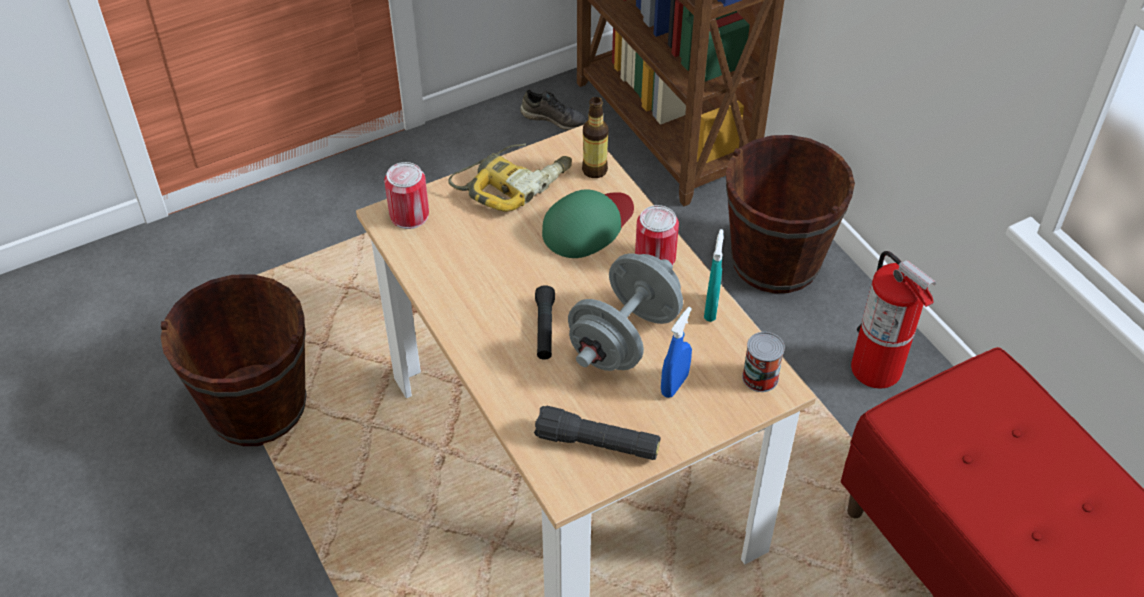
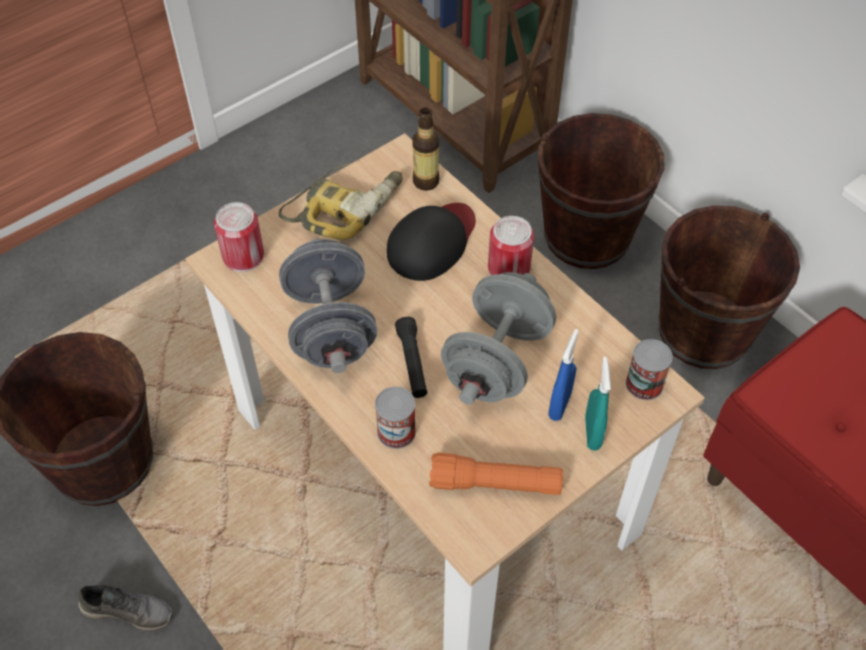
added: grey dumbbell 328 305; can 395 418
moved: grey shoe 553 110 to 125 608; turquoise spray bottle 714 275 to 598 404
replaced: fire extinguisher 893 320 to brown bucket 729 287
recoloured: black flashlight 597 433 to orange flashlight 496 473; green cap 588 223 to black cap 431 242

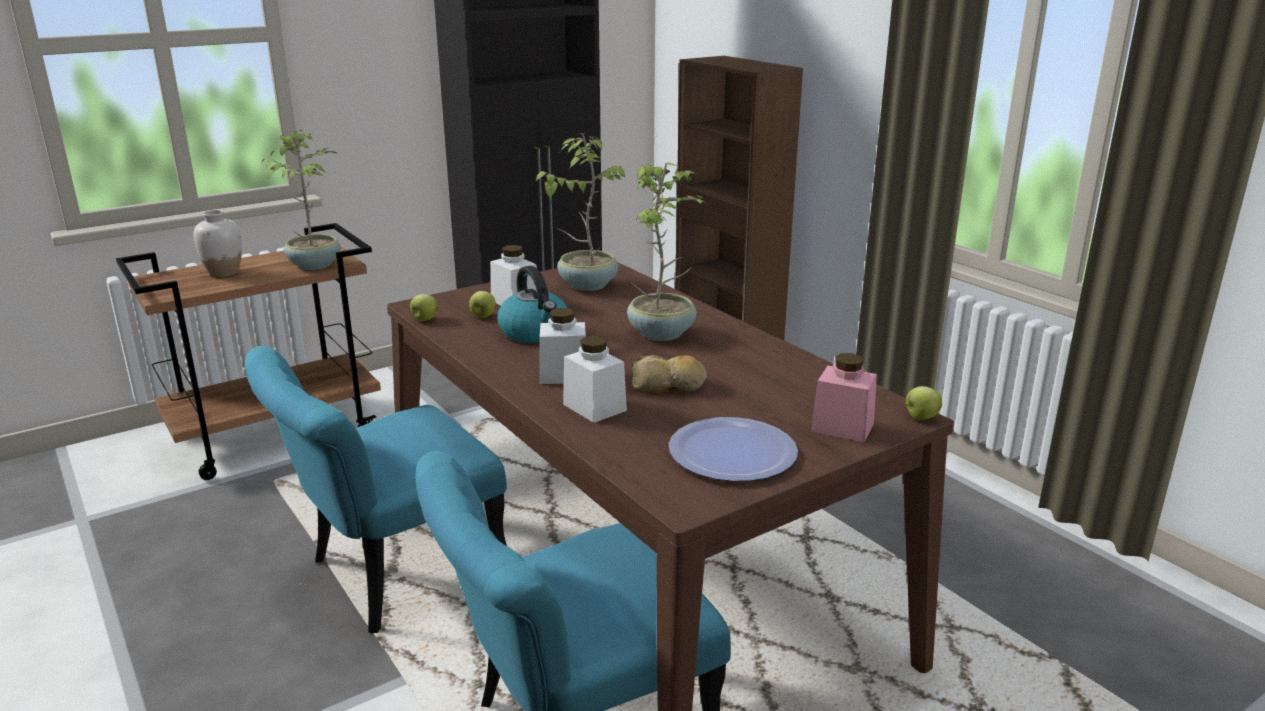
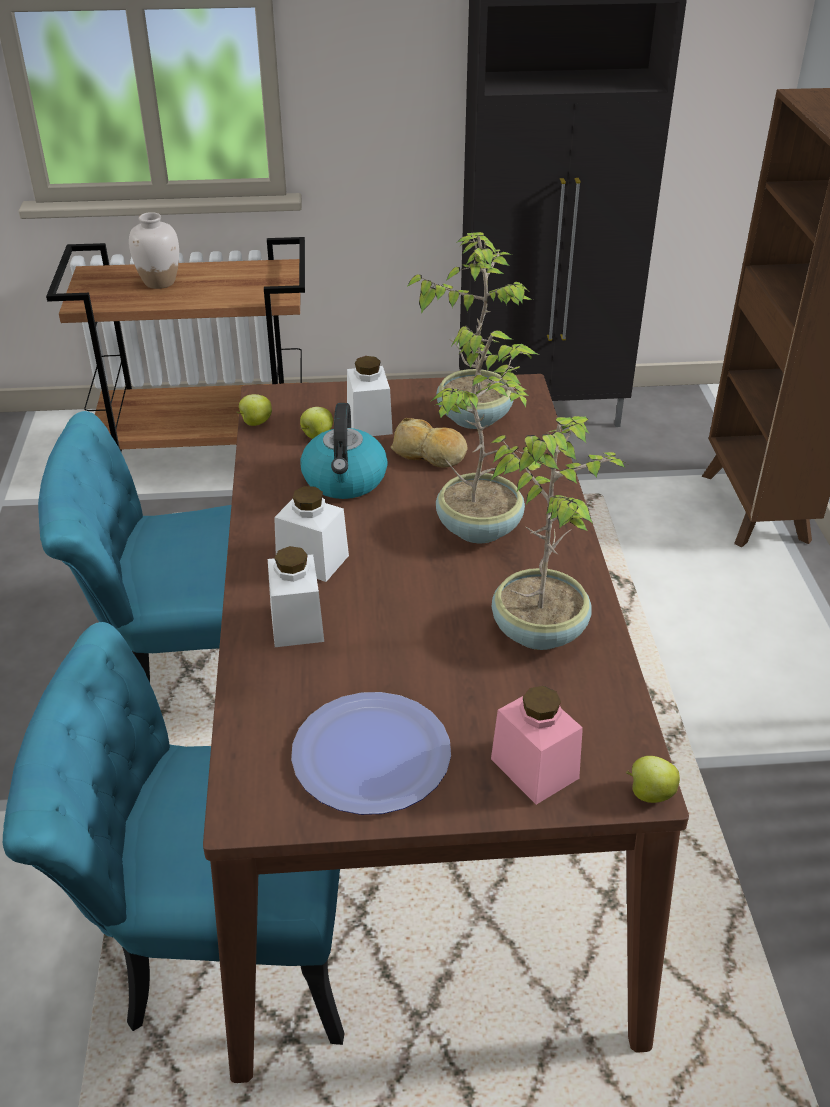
moved: potted plant 301 200 to 559 533; bread 669 374 to 429 443

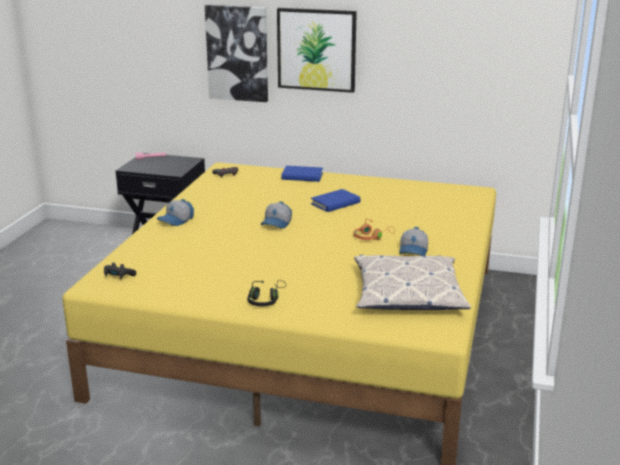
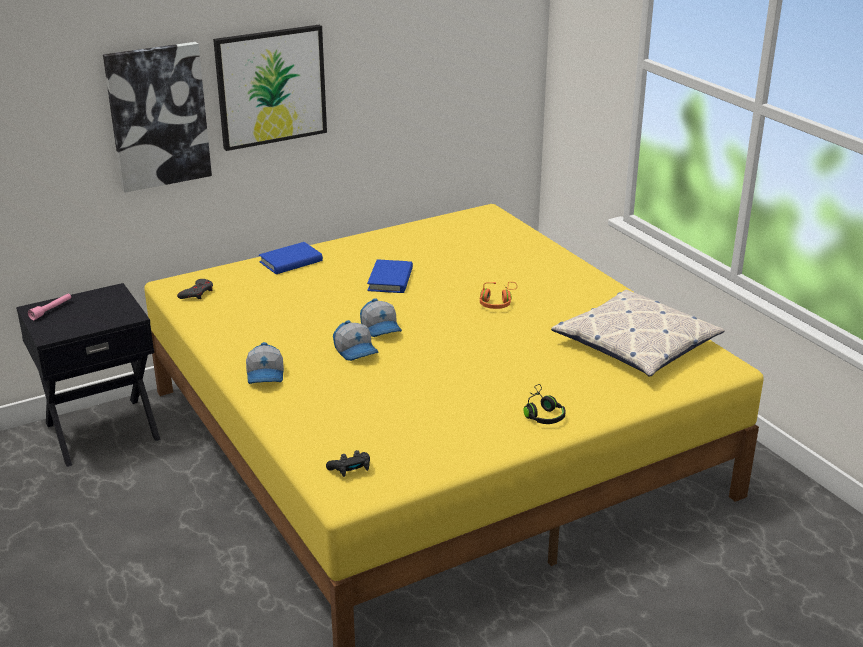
moved: cap 413 241 to 356 340

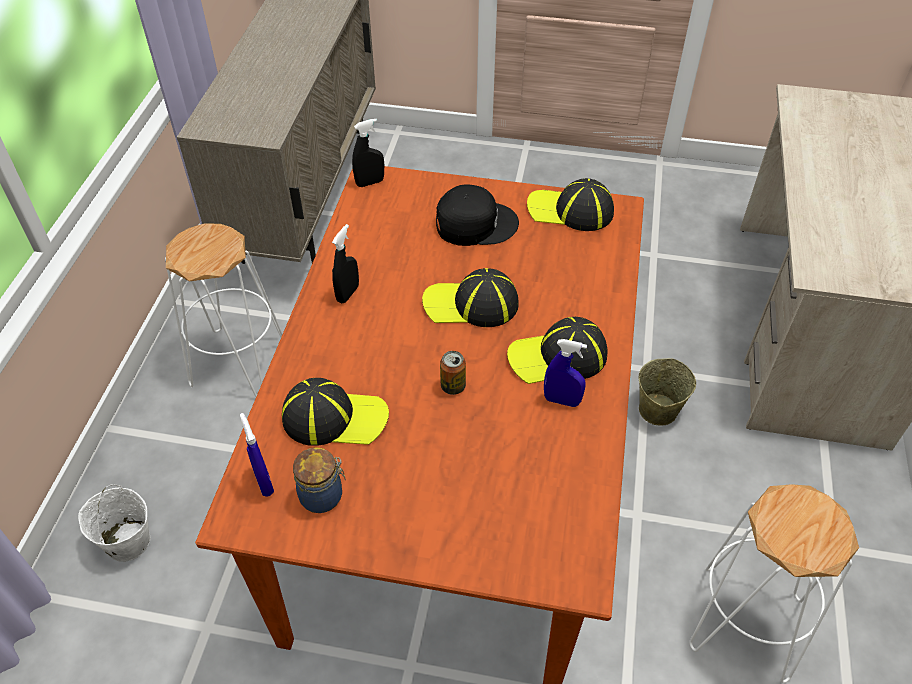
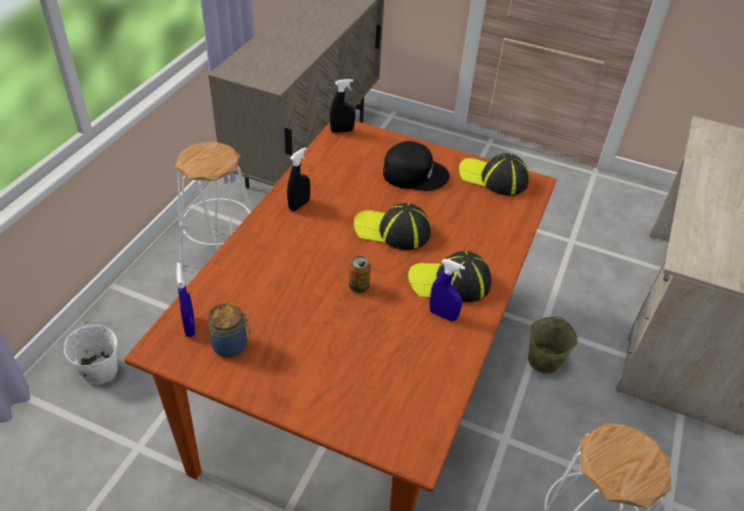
removed: cap 335 412

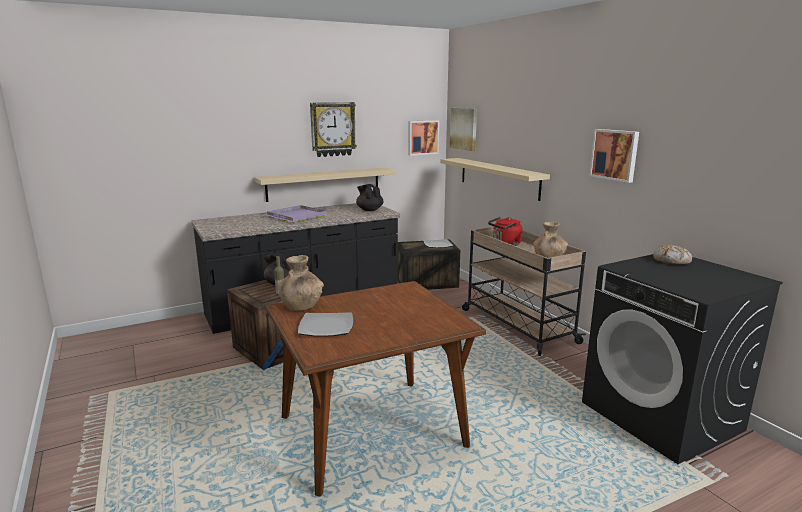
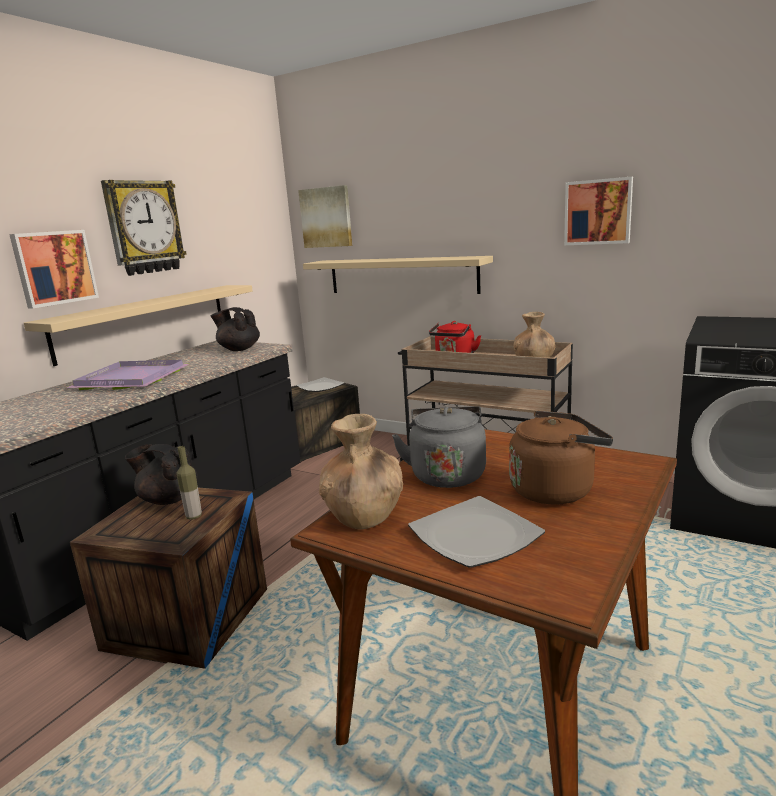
removed: bread 672 255
added: grey kettle 439 447; brown kettle 561 458
moved: picture 423 138 to 54 269

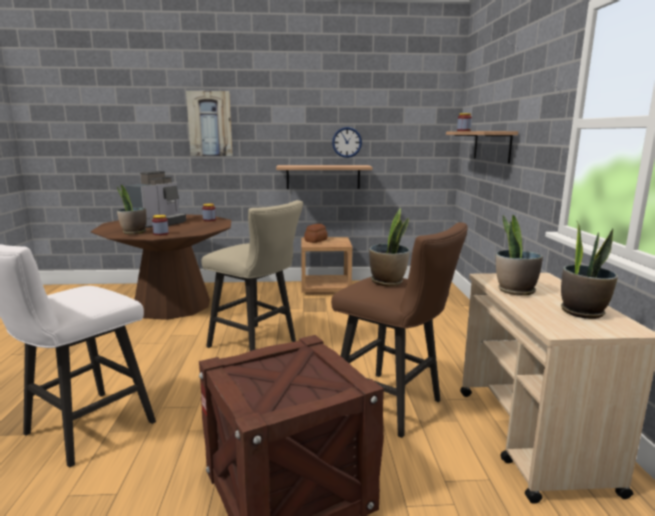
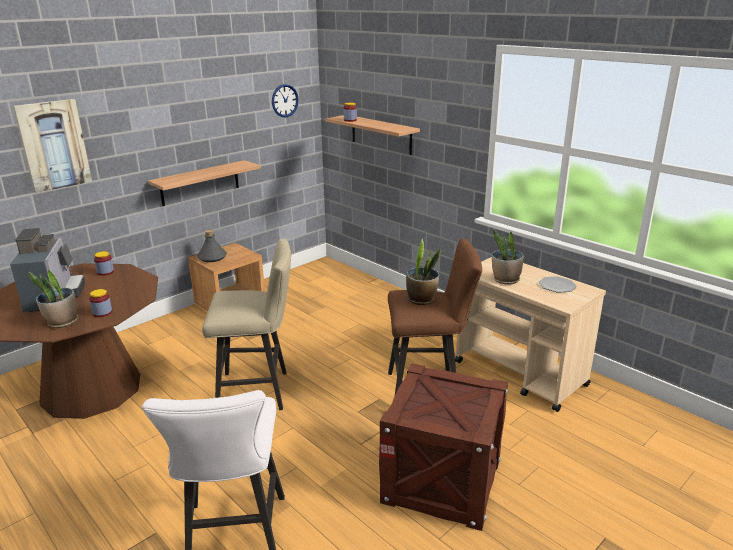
moved: wall clock 347 142 to 285 100
replaced: bread 316 233 to grey bottle 212 246; potted plant 589 270 to plate 558 284

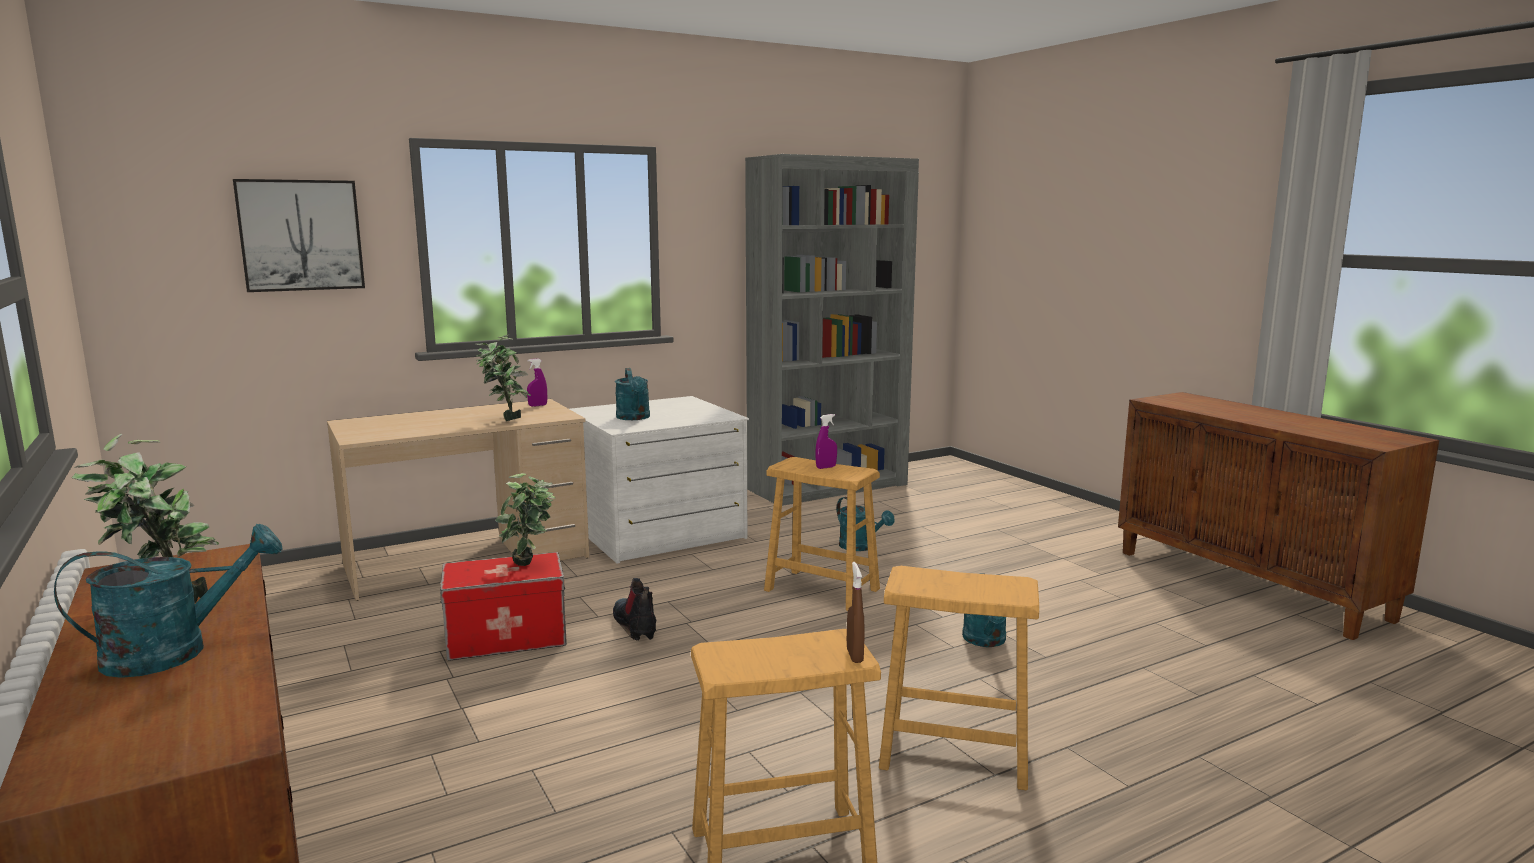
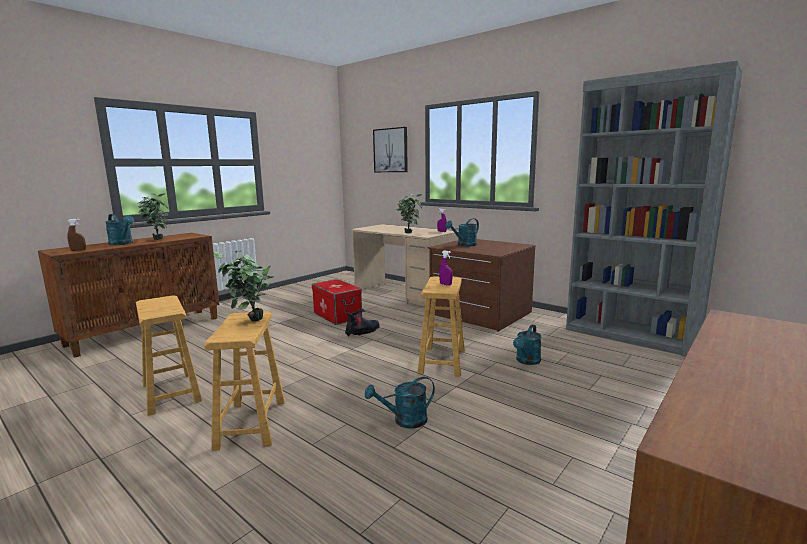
moved: potted plant 525 519 to 243 286; brown spray bottle 856 612 to 76 235
recoloured: white dresser 659 480 to brown dresser 482 285

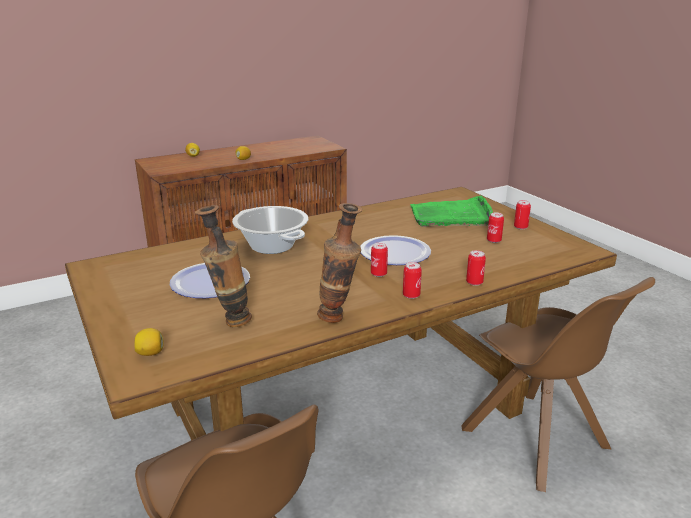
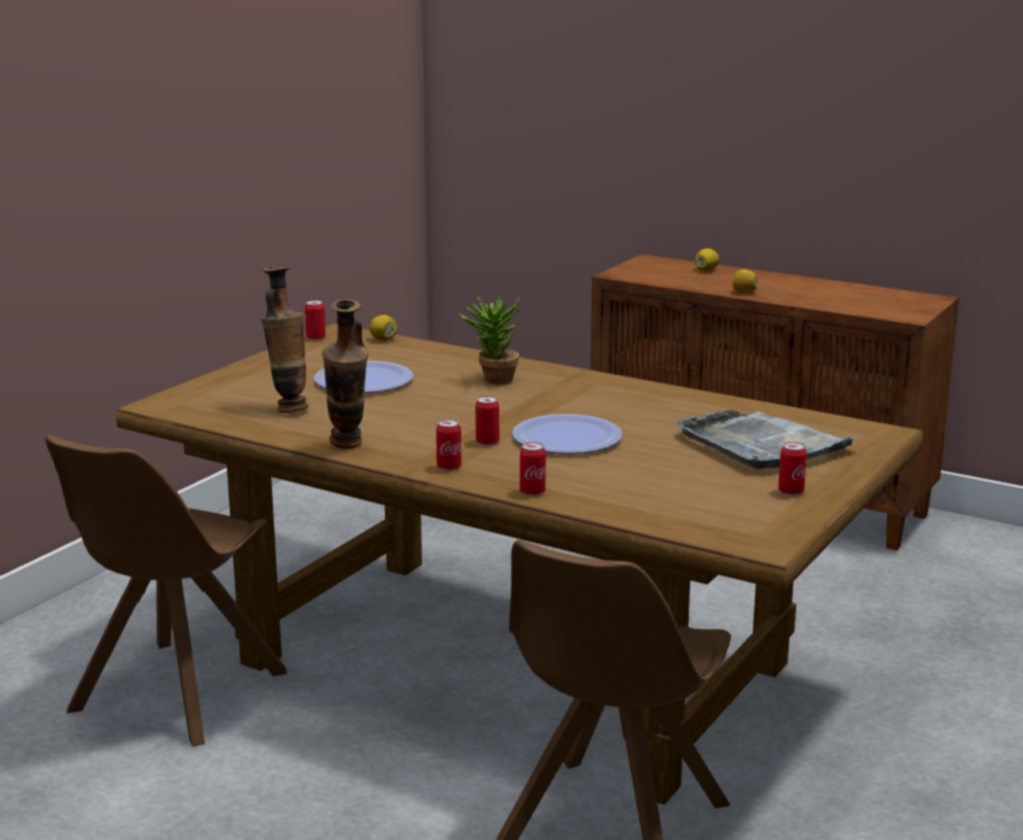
moved: lemon 149 342 to 383 327; can 495 227 to 315 320
replaced: cooking pot 270 230 to potted plant 490 339
recoloured: green tray 451 211 to grey tray 768 439

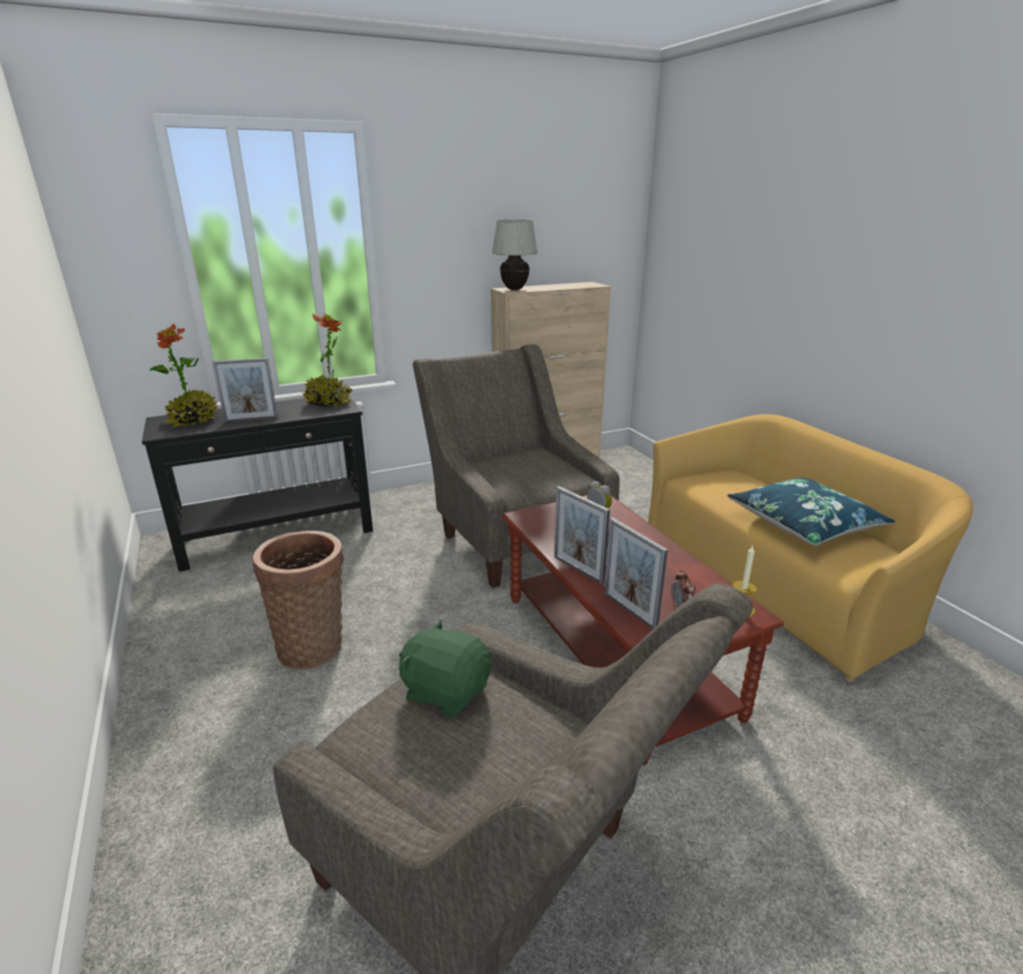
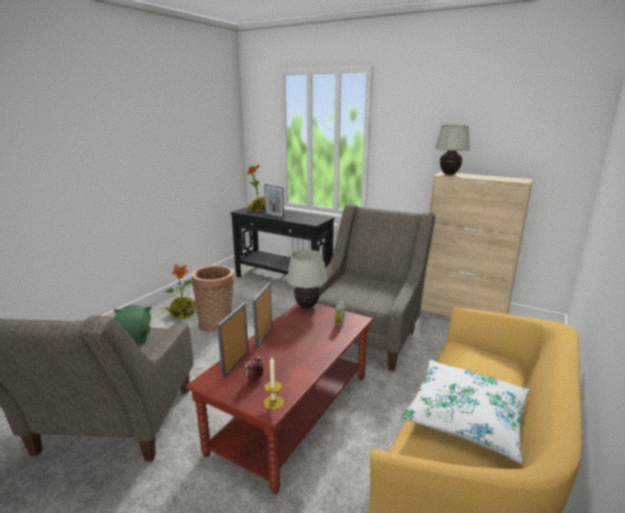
added: white table lamp 307 279
moved: potted plant 328 360 to 180 292
recoloured: blue pillow 811 512 to white pillow 465 412

